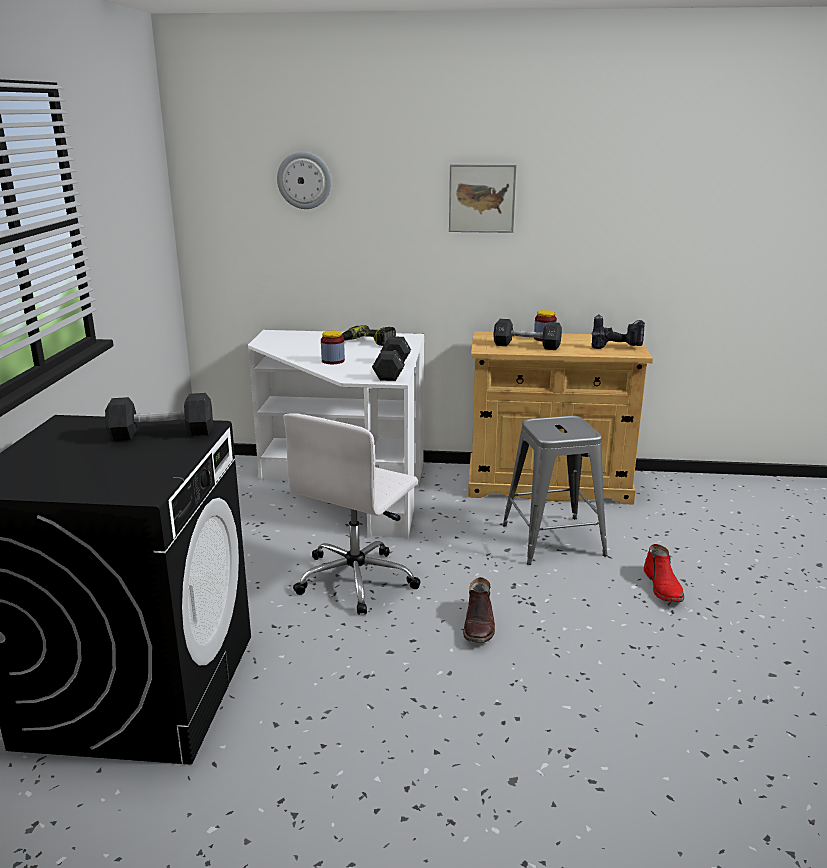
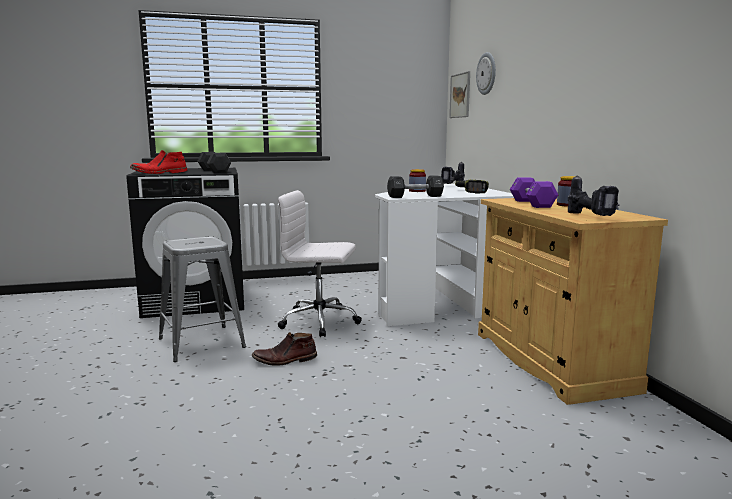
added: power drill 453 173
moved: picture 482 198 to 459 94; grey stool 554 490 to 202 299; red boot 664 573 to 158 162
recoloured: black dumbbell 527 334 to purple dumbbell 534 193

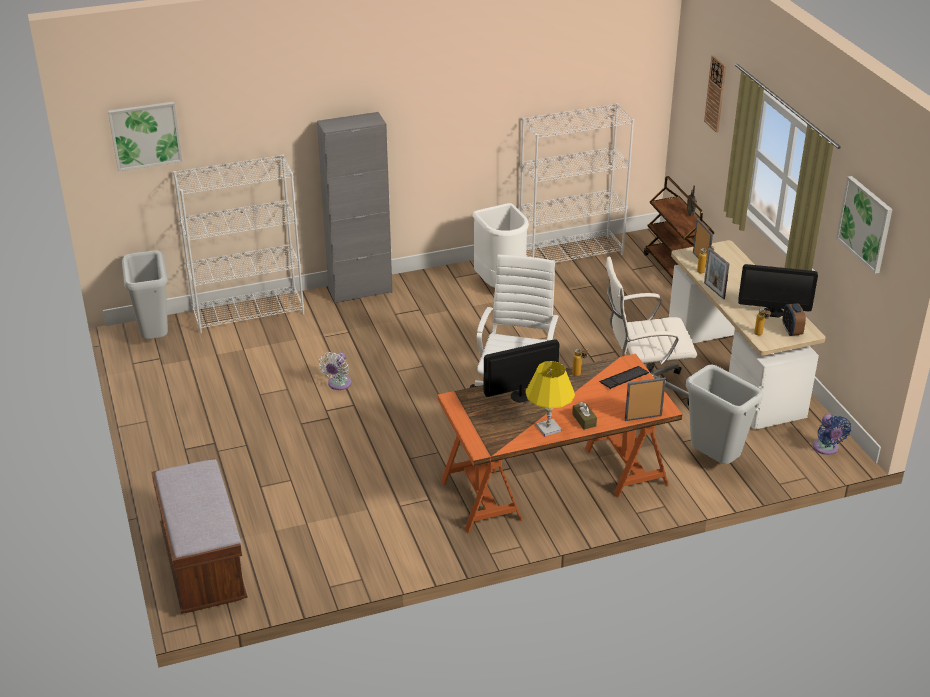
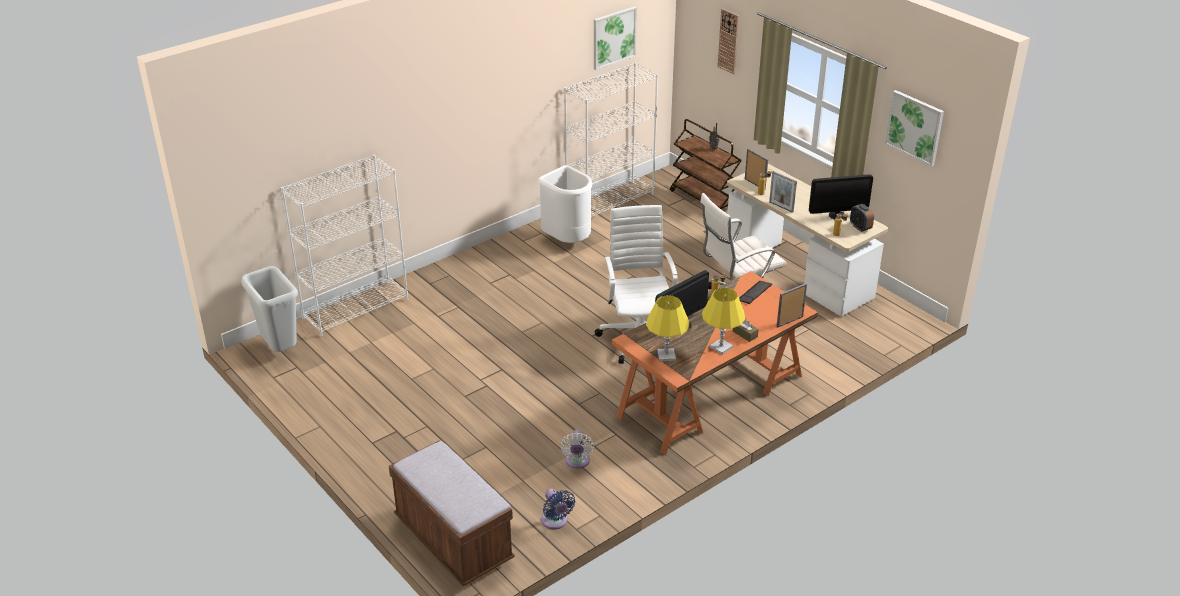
removed: grey cabinet 355 207; grey trash can 724 414
added: yellow table lamp 668 328
moved: picture 145 136 to 615 38; white fan 335 371 to 577 449; blue fan 832 434 to 558 509

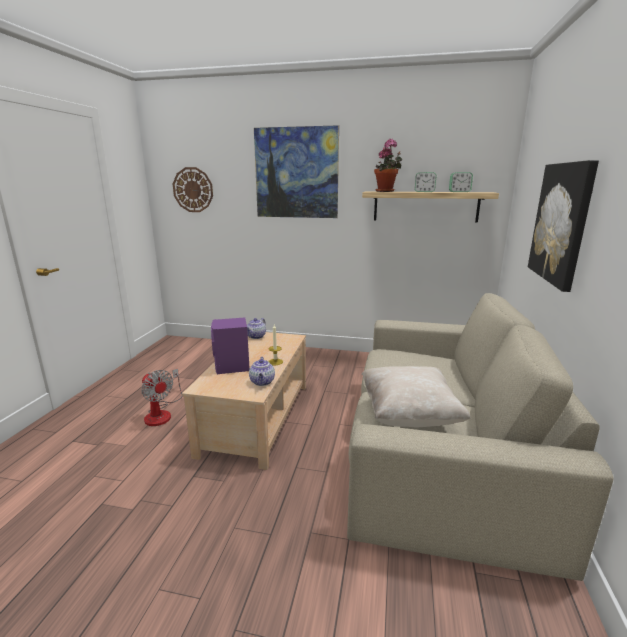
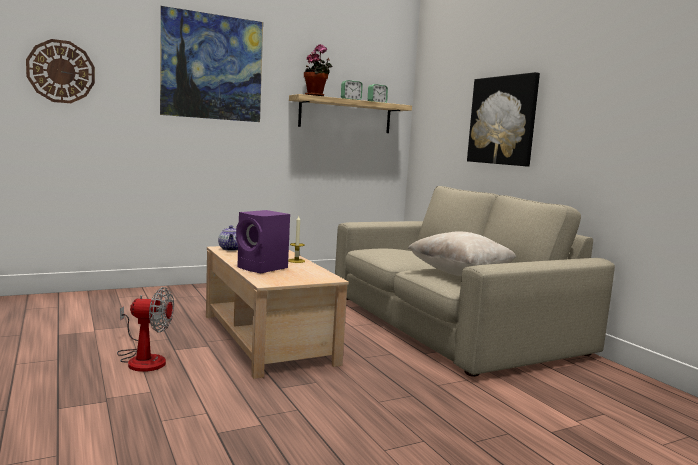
removed: teapot 262 371

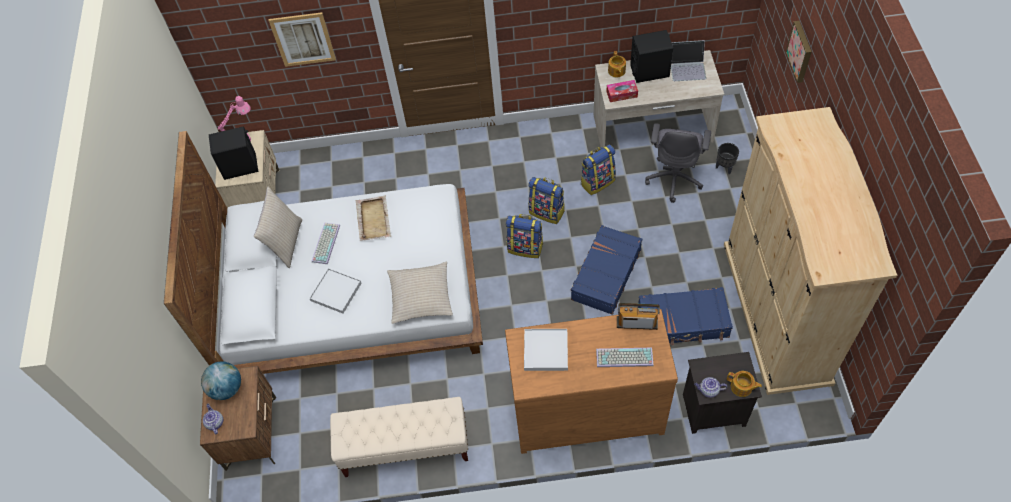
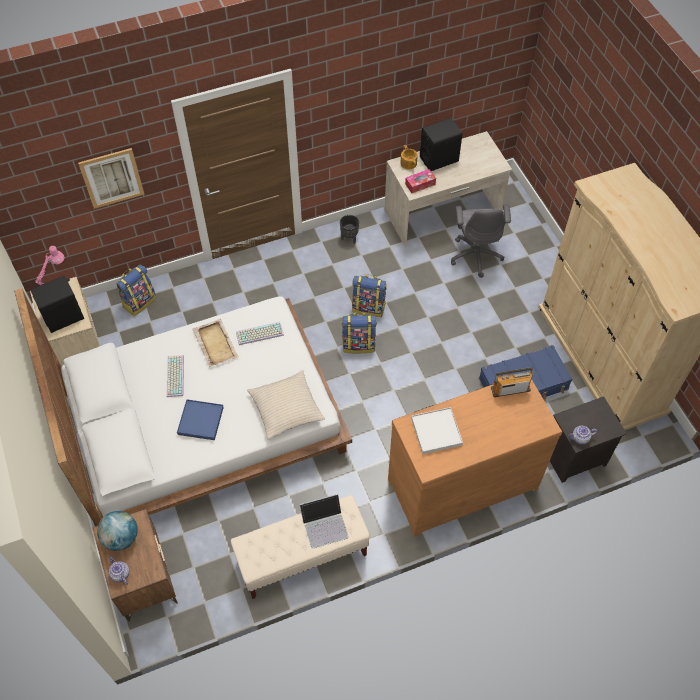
removed: beige pillow 278 227; blue suitcase 606 270; teapot 744 384; picture 799 52
moved: backpack 598 170 to 136 290; keyboard 625 357 to 260 333; laptop 688 60 to 324 521; black planter 727 158 to 349 229
recoloured: white tray 335 290 to blue tray 200 419

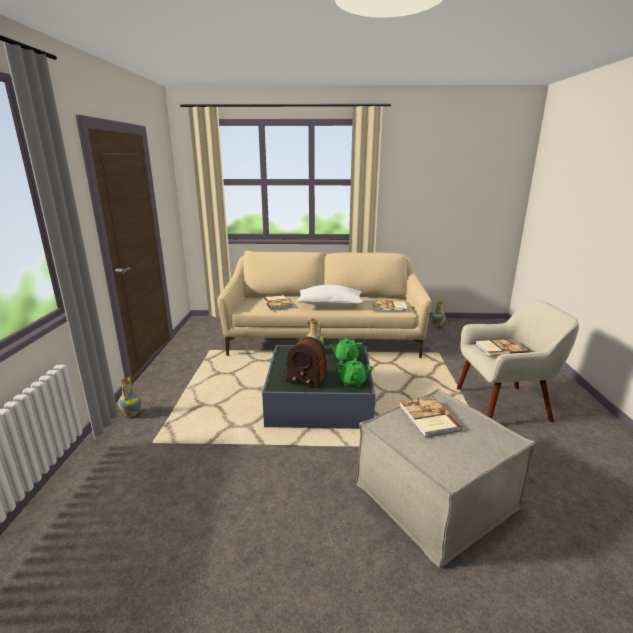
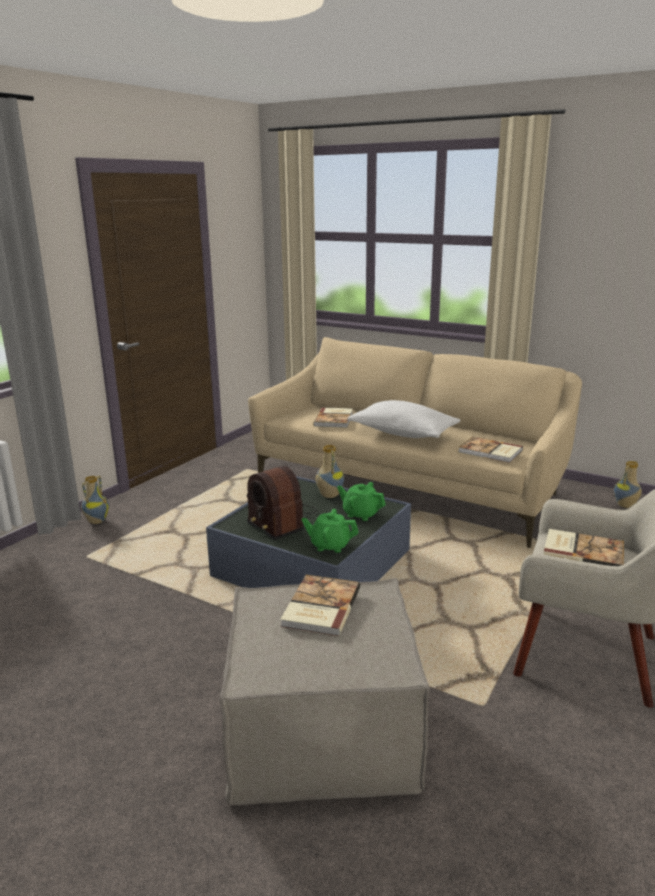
turned: green teapot 354 372 = 330 531 150 degrees clockwise

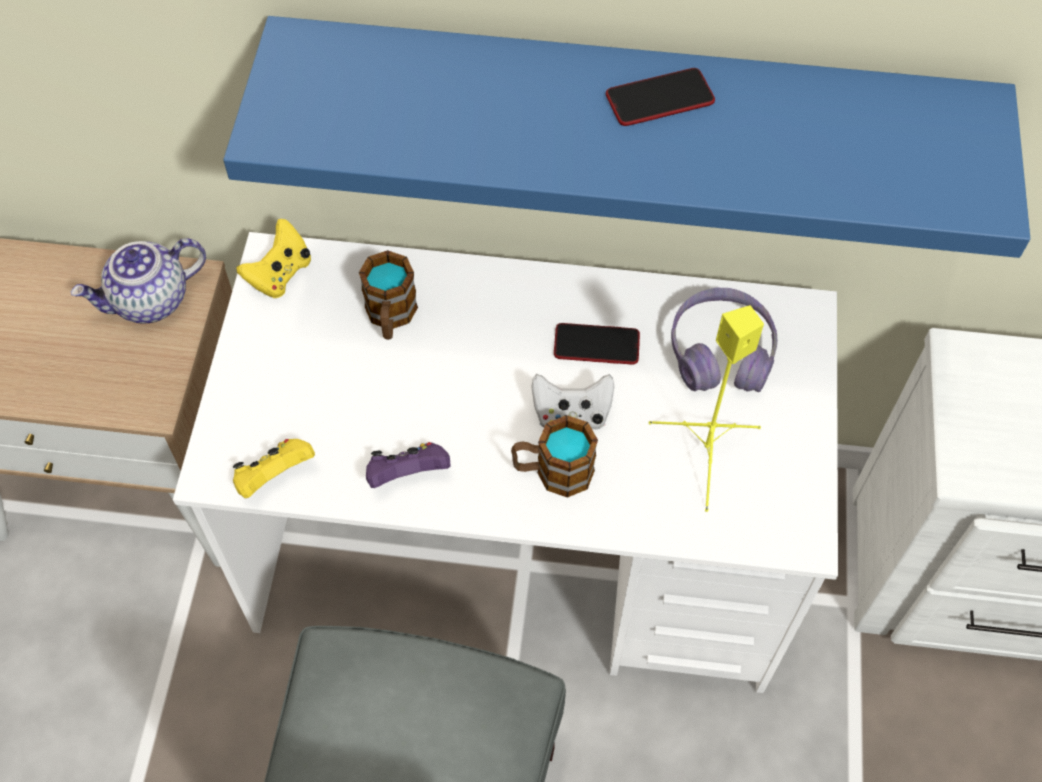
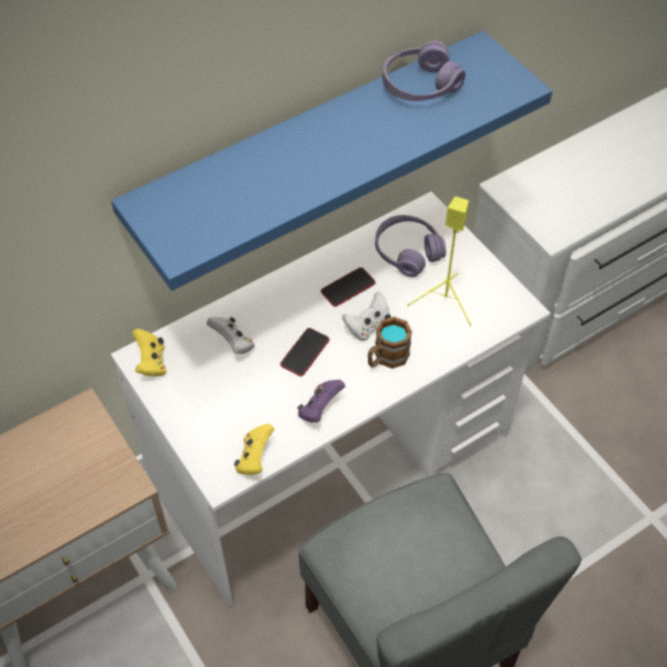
removed: teapot 138 281
added: purple headphones 424 71
moved: phone 660 97 to 305 352
replaced: mug 388 295 to white game controller 230 335

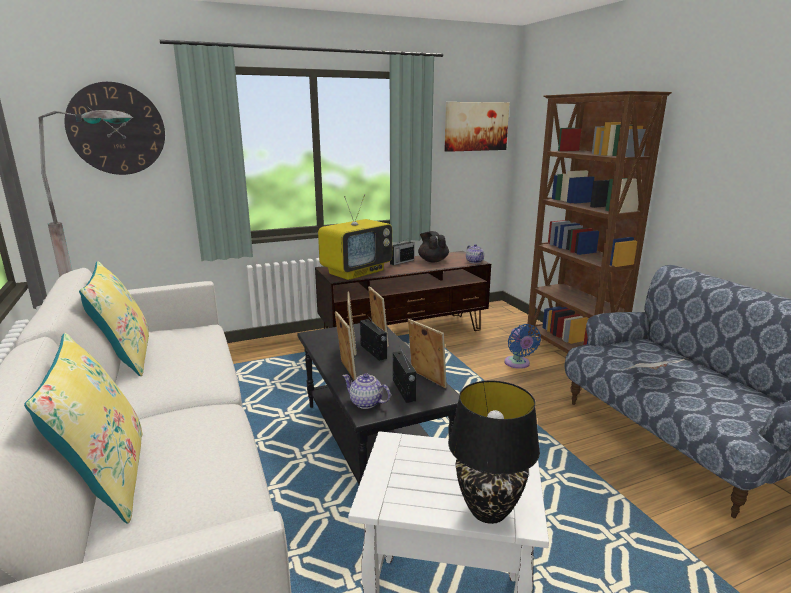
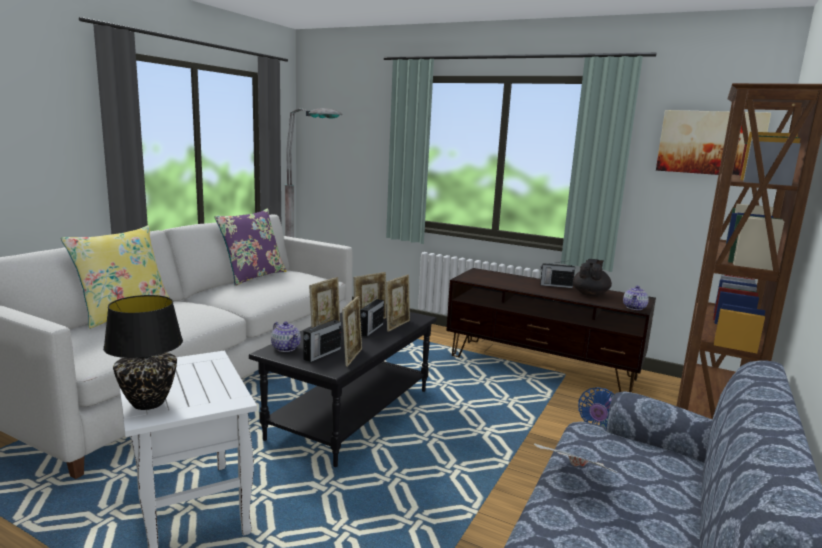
removed: wall clock 115 128; television 355 237
recoloured: yellow pillow 114 318 to purple pillow 250 247
turned: teapot 367 391 = 286 336 150 degrees clockwise

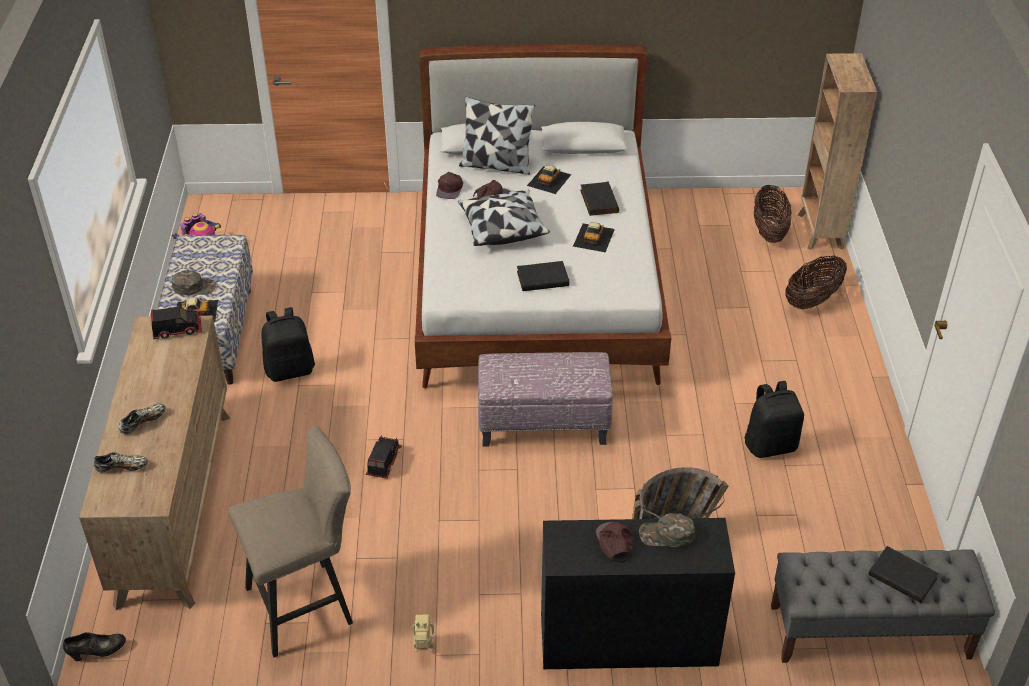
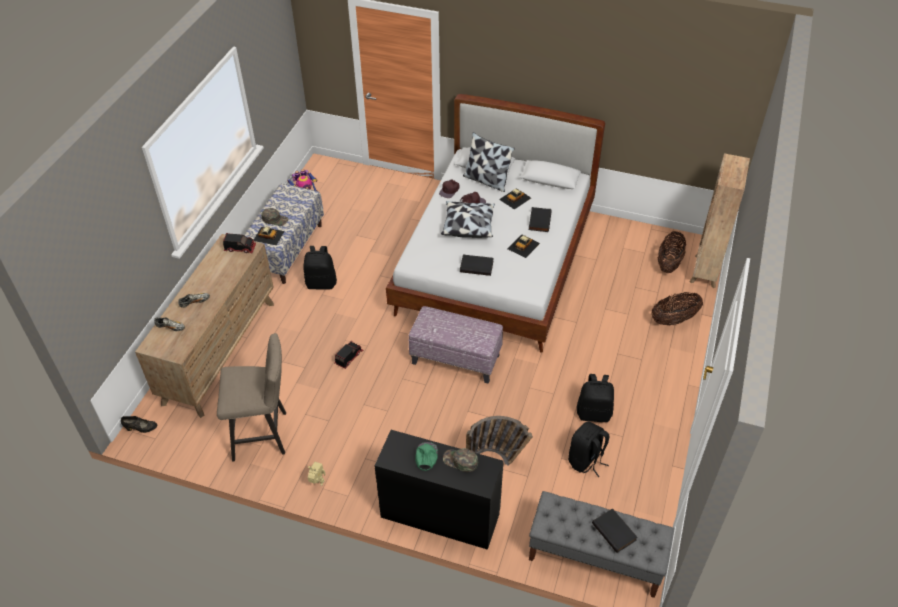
added: black backpack 588 449
recoloured: brown cap 615 542 to green cap 426 456

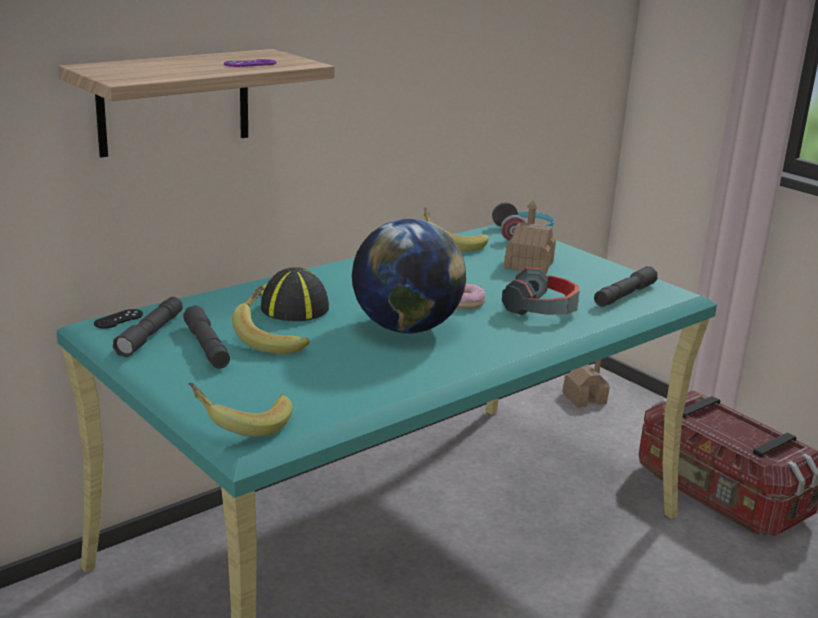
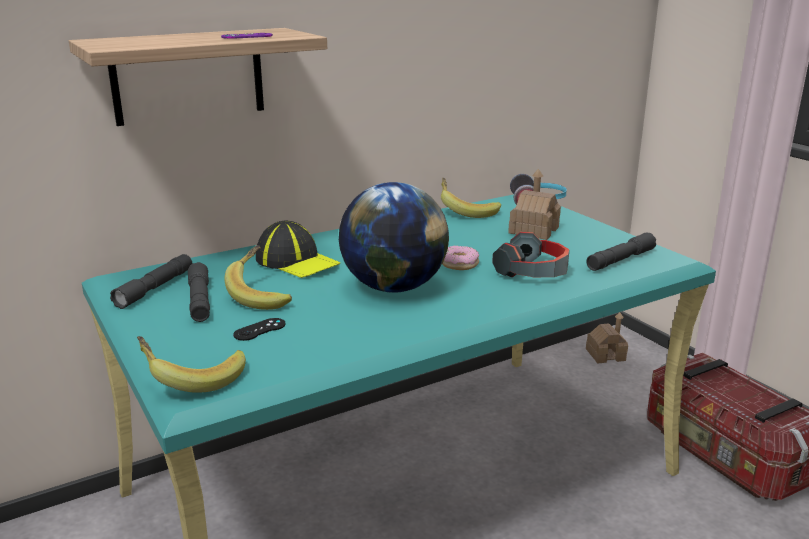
moved: black game controller 118 319 to 259 329
turned: cap 295 294 = 298 249 135 degrees clockwise

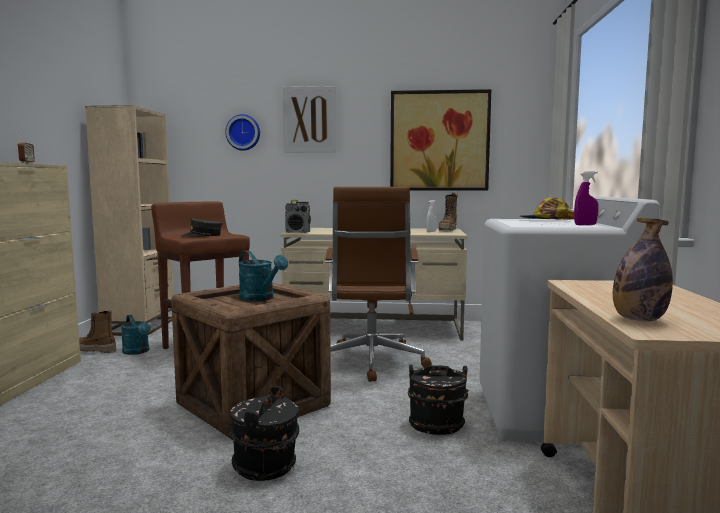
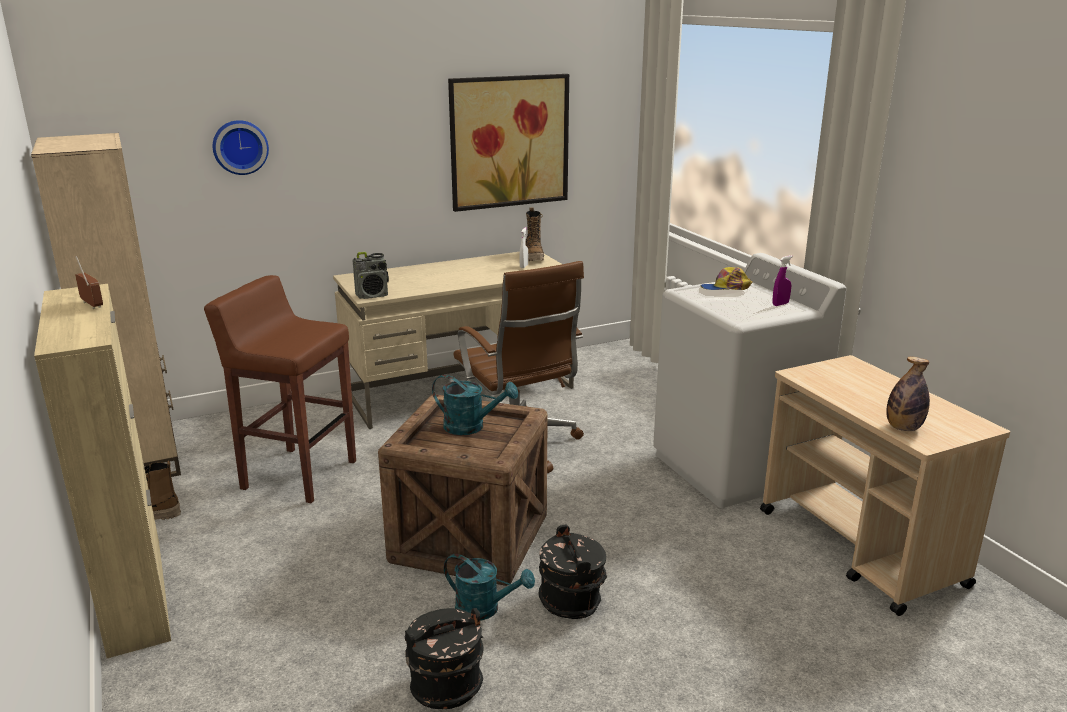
removed: grey cap 202 227; picture 309 119
moved: turquoise watering can 135 335 to 489 587; black bucket 438 400 to 444 658

